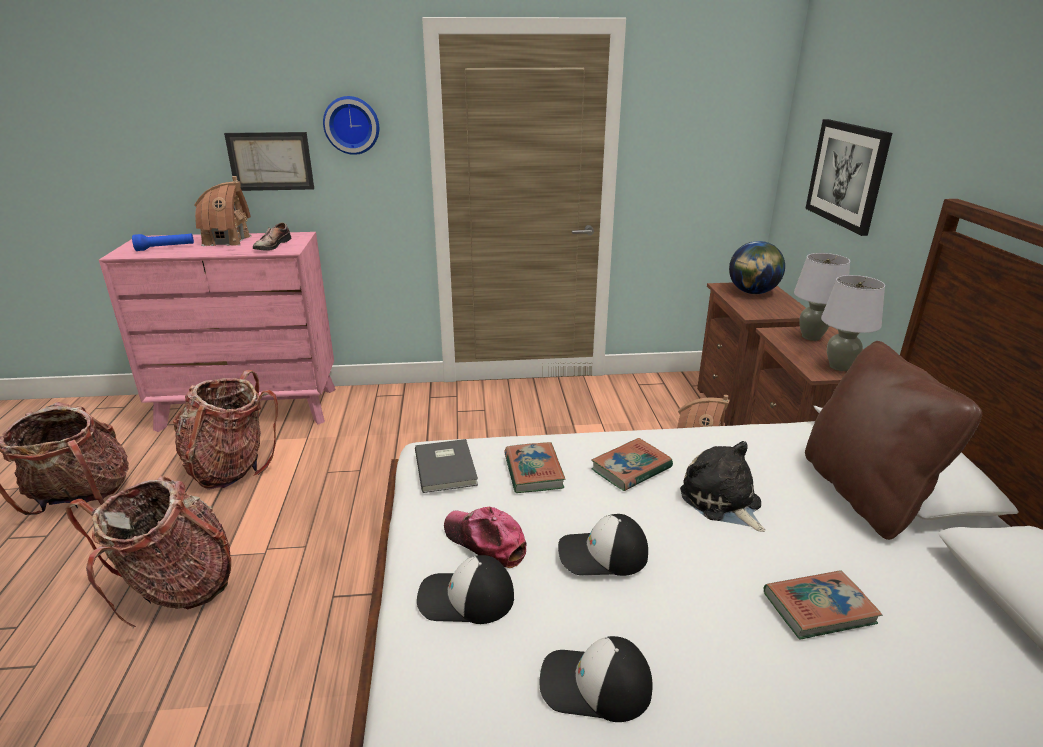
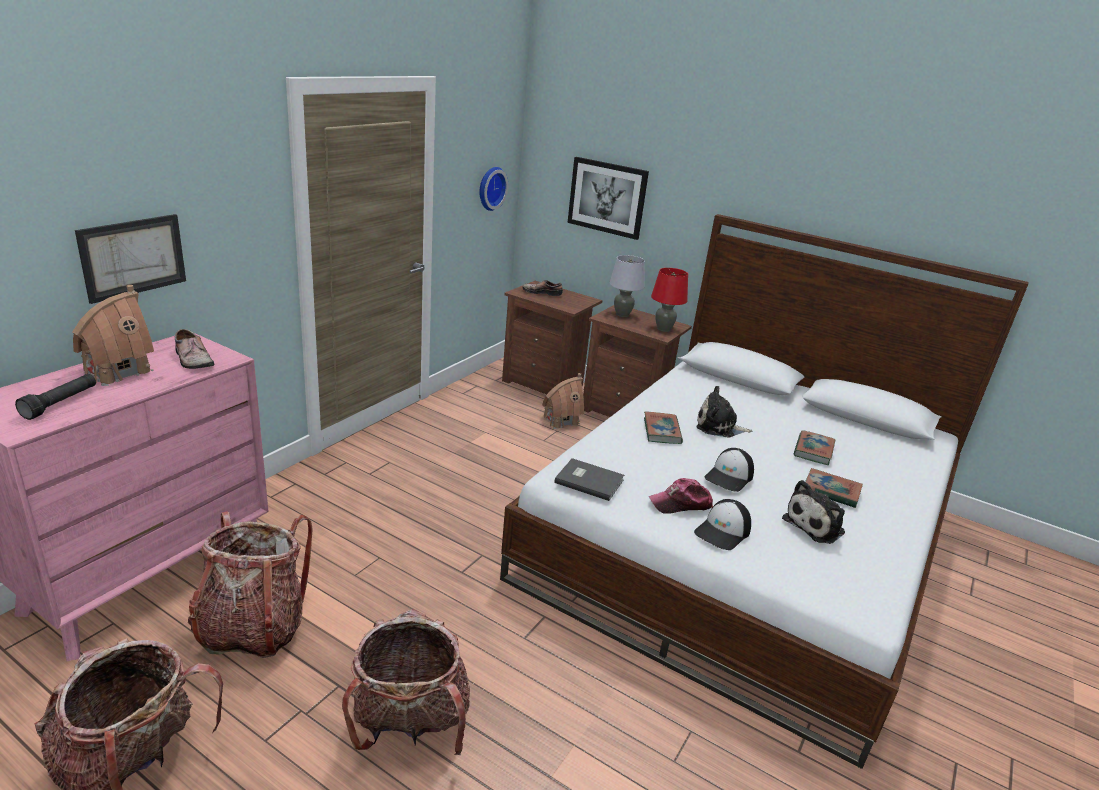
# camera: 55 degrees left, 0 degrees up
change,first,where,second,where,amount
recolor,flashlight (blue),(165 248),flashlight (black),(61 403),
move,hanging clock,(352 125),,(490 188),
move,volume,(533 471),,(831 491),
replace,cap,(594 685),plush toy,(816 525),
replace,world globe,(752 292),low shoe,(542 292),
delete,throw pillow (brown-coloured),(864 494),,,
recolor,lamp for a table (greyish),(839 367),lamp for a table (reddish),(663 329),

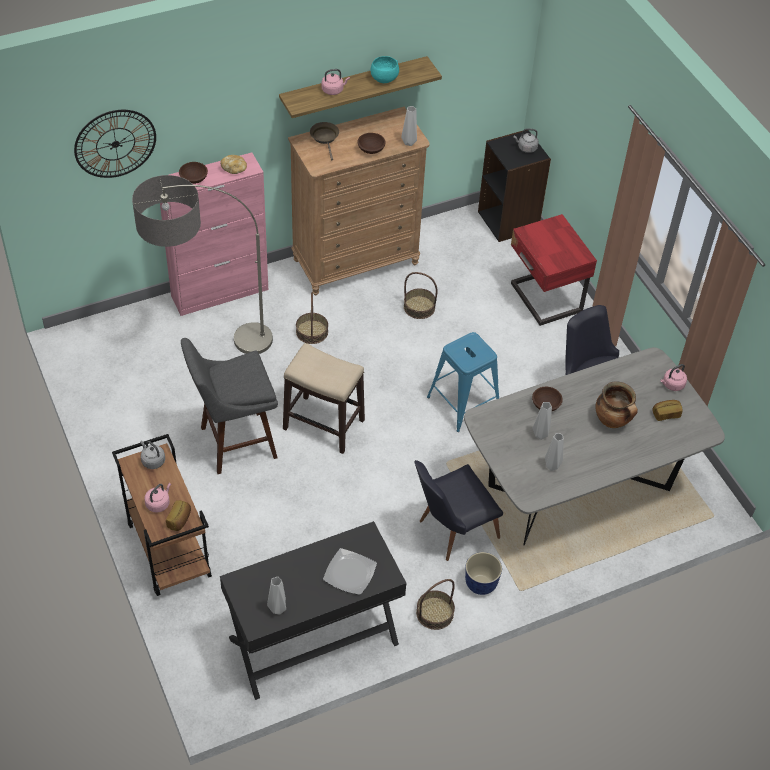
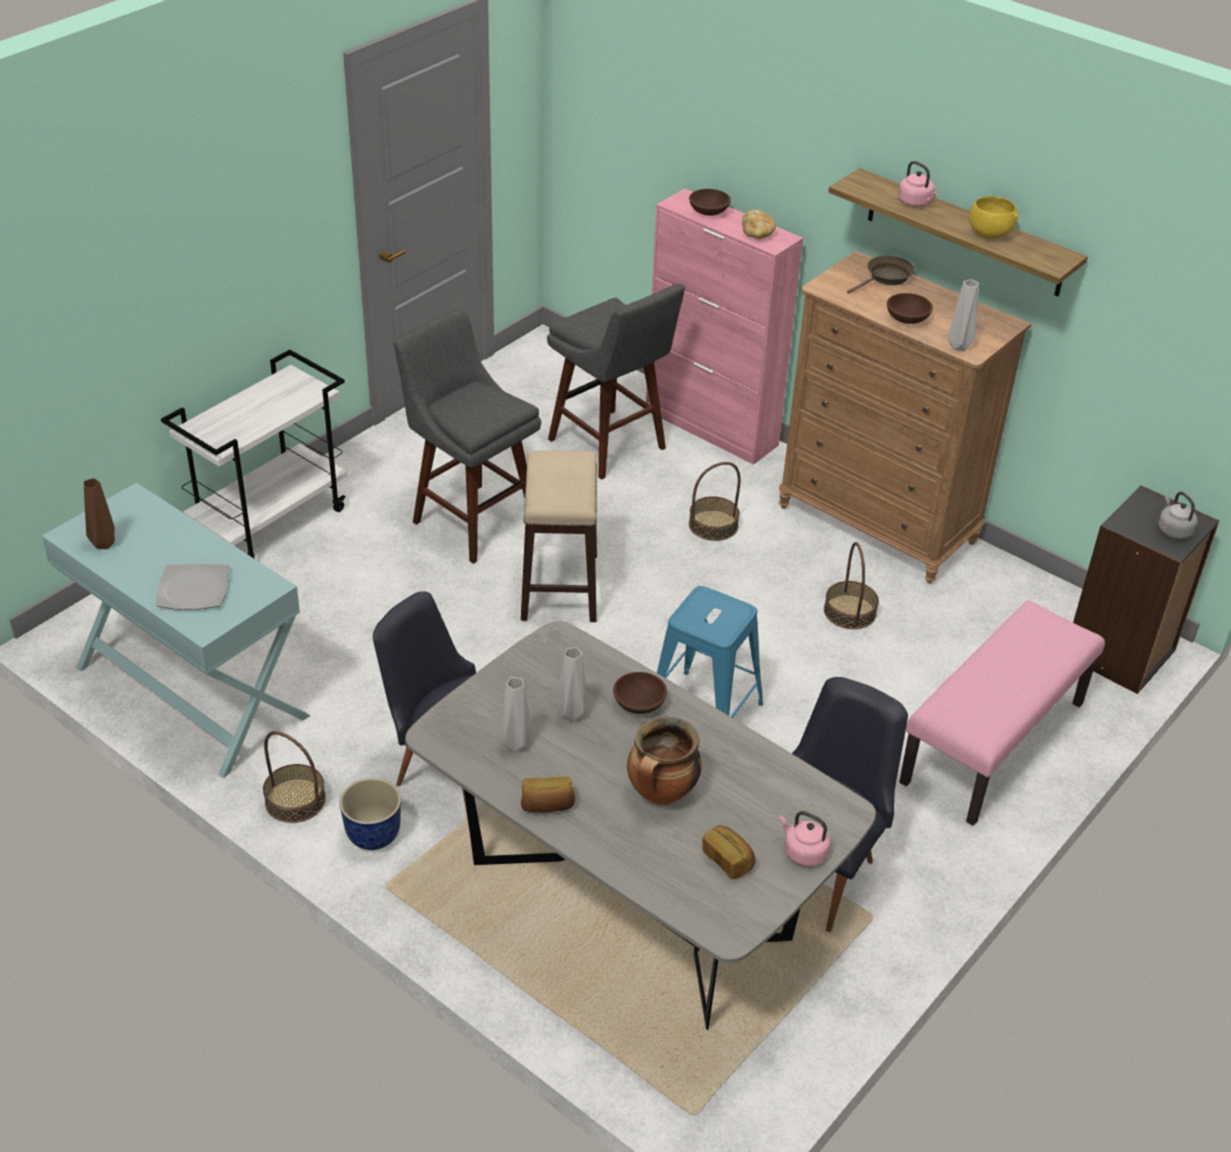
# camera: 65 degrees right, 10 degrees down
change,first,where,second,where,amount
delete,hanging clock,(115 144),,,
recolor,wheeled cart (brown-coloured),(168 550),wheeled cart (white),(270 521),
replace,floor lamp,(206 347),stool (greyish),(610 447),
delete,kettle (greyish),(152 460),,,
delete,kettle (pinkish),(158 503),,,
move,bread,(180 520),,(547 805),
recolor,narrow table (black),(313 641),narrow table (turquoise-coloured),(190 692),
recolor,decorative vase (greyish),(277 610),decorative vase (brown-coloured),(102 544),
recolor,deep dish (turquoise-coloured),(383 79),deep dish (yellowish),(988 234),
replace,night table (reddish),(544 299),indoor bench (pinkish),(994 744),

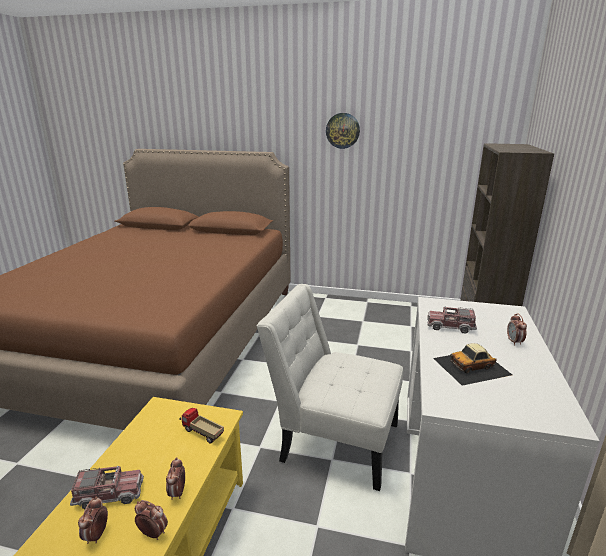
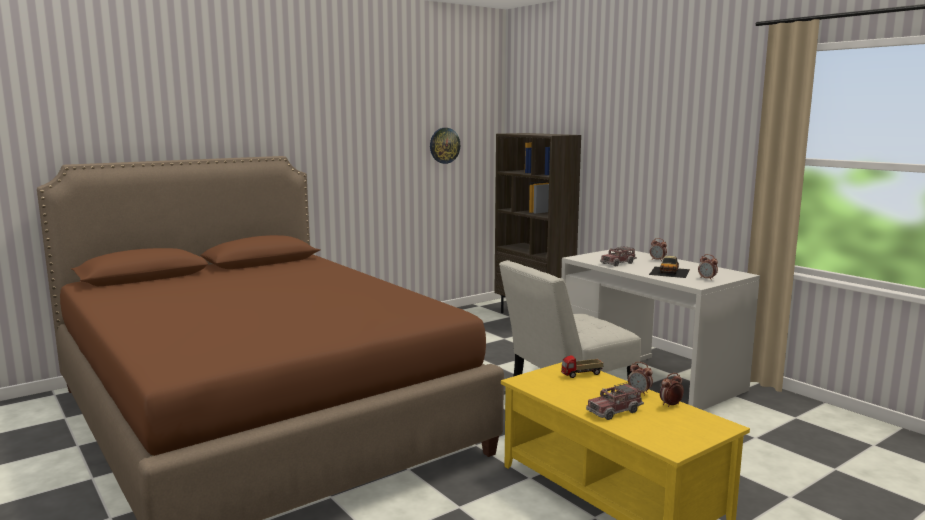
# camera: 50 degrees left, 10 degrees down
change,first,where,second,where,amount
rotate,toy truck,(109 494),,(614 411),150 degrees counterclockwise
move,alarm clock,(96 535),,(707 279),
move,hanging clock,(342 130),,(444 145),

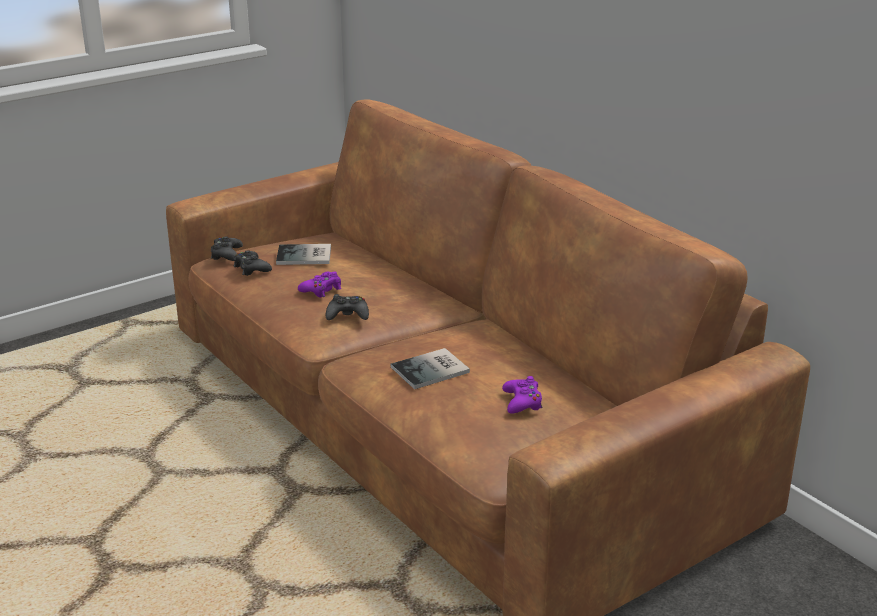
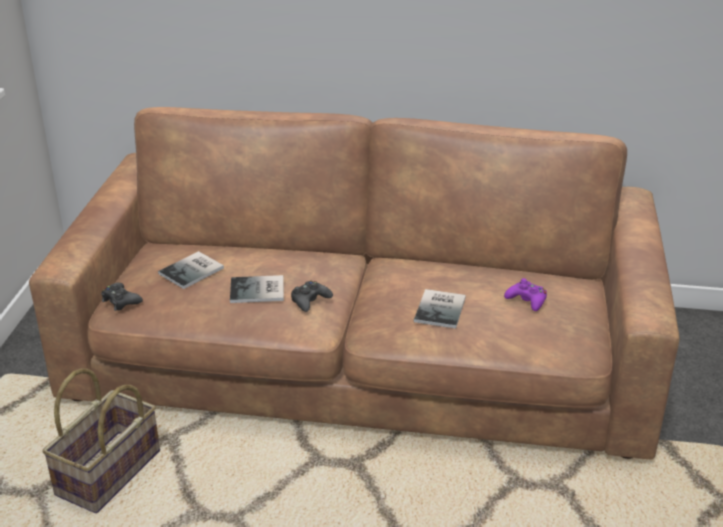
# camera: 45 degrees left, 5 degrees up
change,first,where,second,where,amount
delete,gamepad (black),(251 268),,,
replace,gamepad (purple),(322 290),volume,(258 291),
insert,,,storage basket,(109 474),

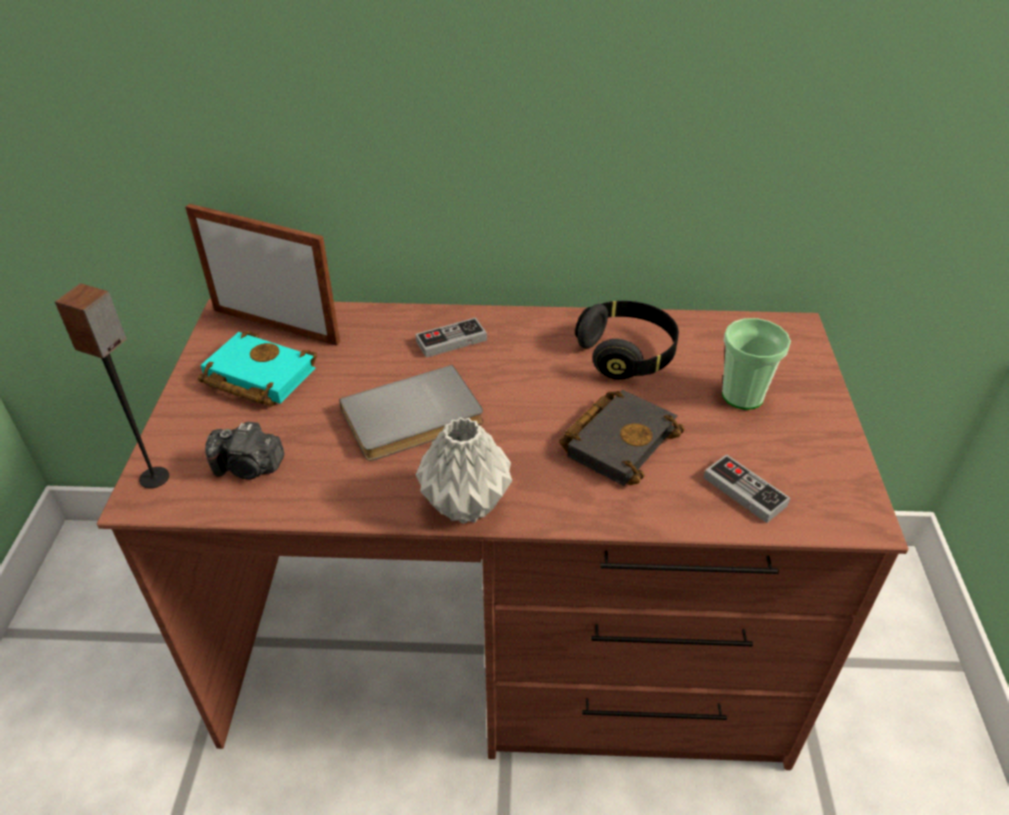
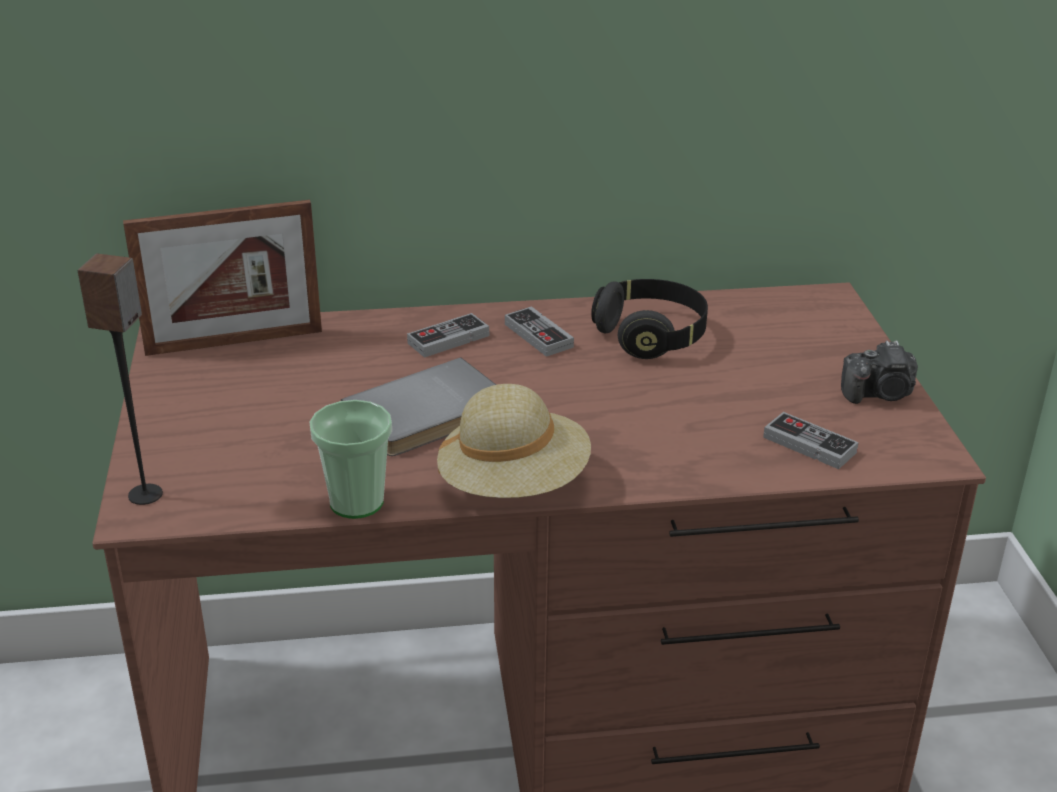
# camera: 10 degrees left, 10 degrees down
change,first,where,second,where,amount
rotate,picture frame,(275 326),,(234 341),150 degrees clockwise
delete,volume (turquoise-coloured),(255 376),,,
move,photo camera,(249 467),,(879 394),
replace,decorative vase (greyish),(466 504),clothing hat (sand-coloured),(514 484),
delete,volume (black),(618 439),,,
move,cup,(742 396),,(356 502),
insert,,,gamepad,(538 335),

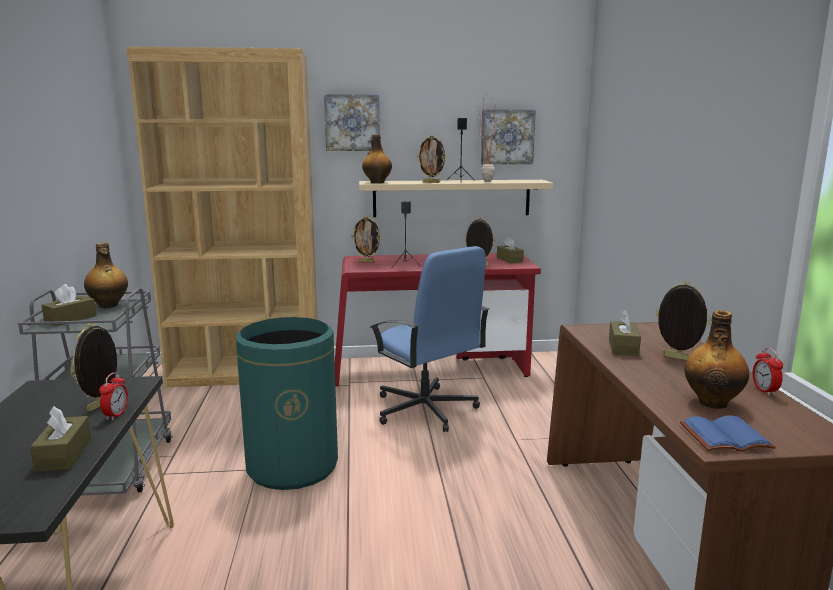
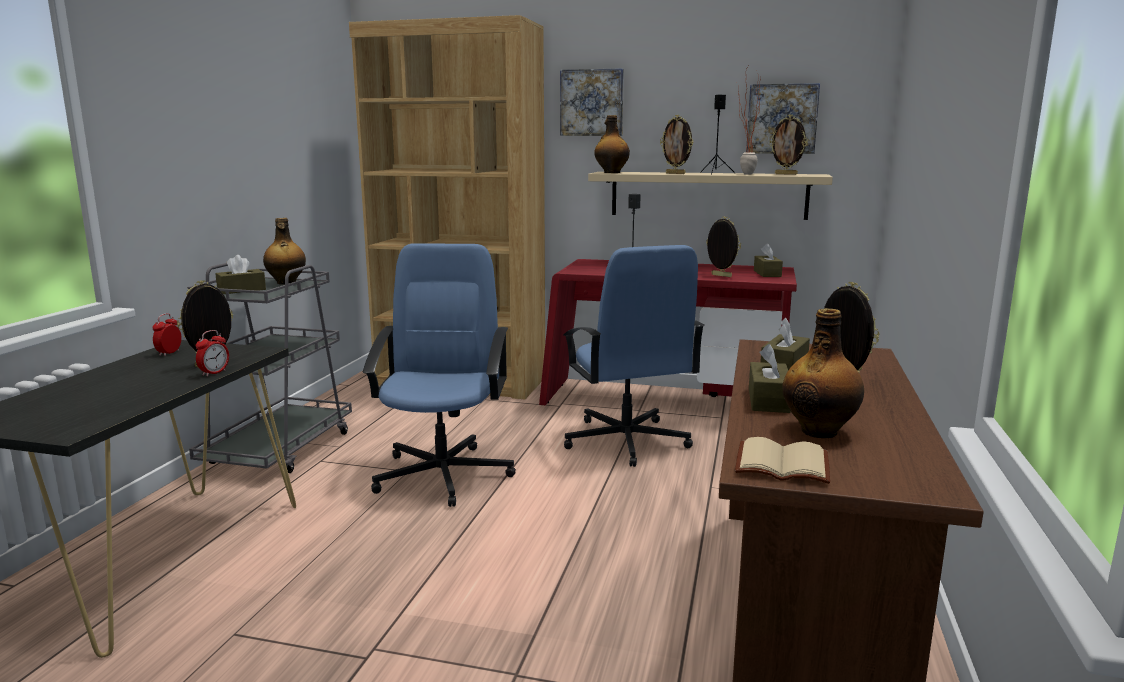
# camera: 20 degrees right, 0 degrees up
change,first,where,second,where,amount
move,tissue holder (brown-coloured),(64 455),,(768 400),
replace,trash can (green-coloured),(292 466),computer chair (blue),(444 474),
move,picture frame,(367 262),,(786 174),
recolor,volume (blue),(725 436),volume (sand-coloured),(783 464),
move,alarm clock,(764 391),,(169 353),

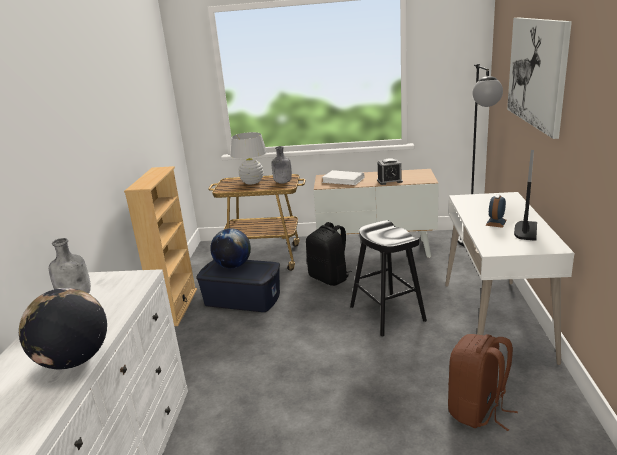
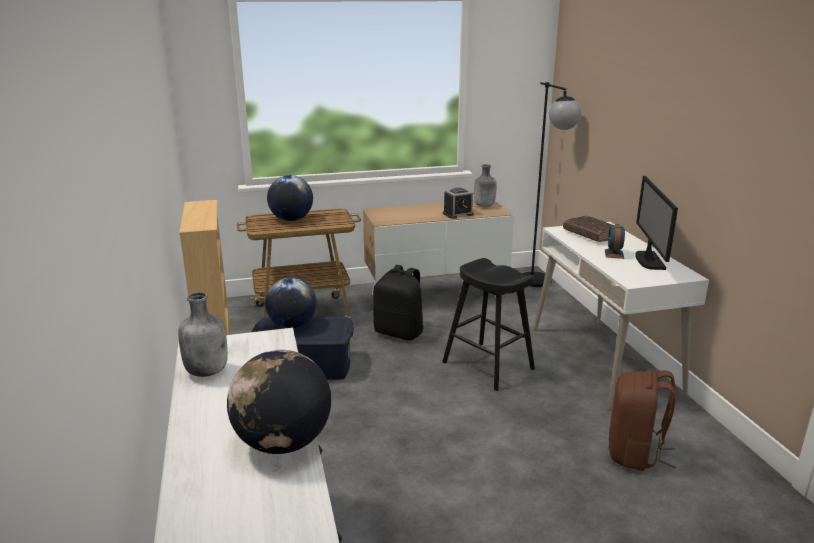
# camera: 20 degrees left, 0 degrees up
change,first,where,second,where,amount
replace,lamp for a table (white),(252 182),world globe,(291 219),
move,bottle (greyish),(282 182),,(484 206),
delete,volume (white),(343 180),,,
delete,wall art,(536 72),,,
insert,,,volume (brown-coloured),(591 234),

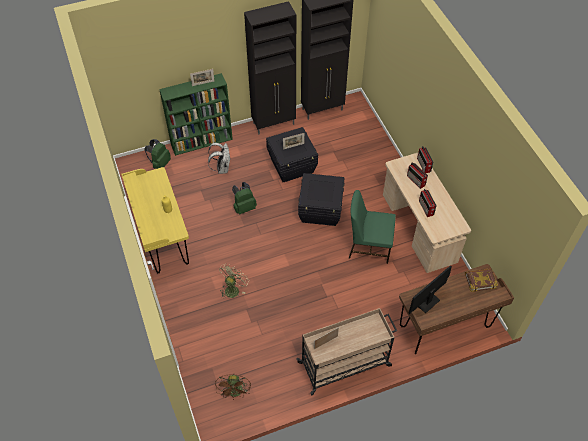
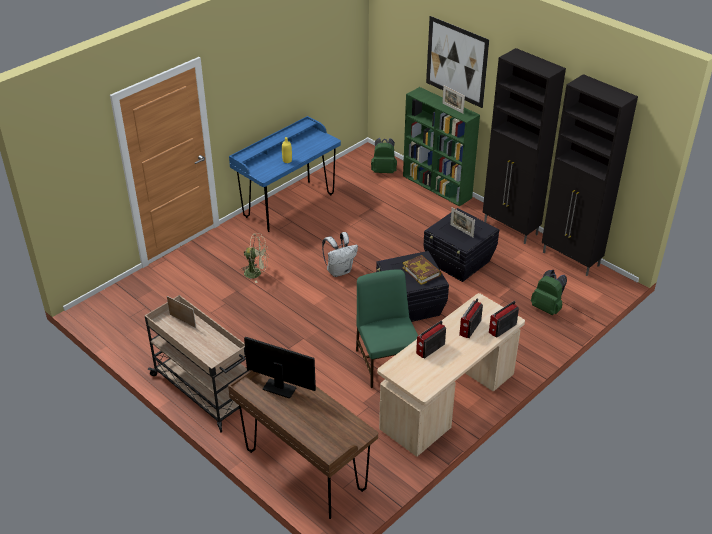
# camera: 65 degrees right, 15 degrees down
change,first,where,second,where,amount
recolor,desk unit (yellowish),(163 239),desk unit (blue),(289 205),
move,backpack (white),(222 168),,(339 271),
delete,fan (brown-coloured),(235 393),,,
move,backpack (green-coloured),(244 207),,(547 308),
move,volume,(480 280),,(421 271),
insert,,,wall art,(456 61),

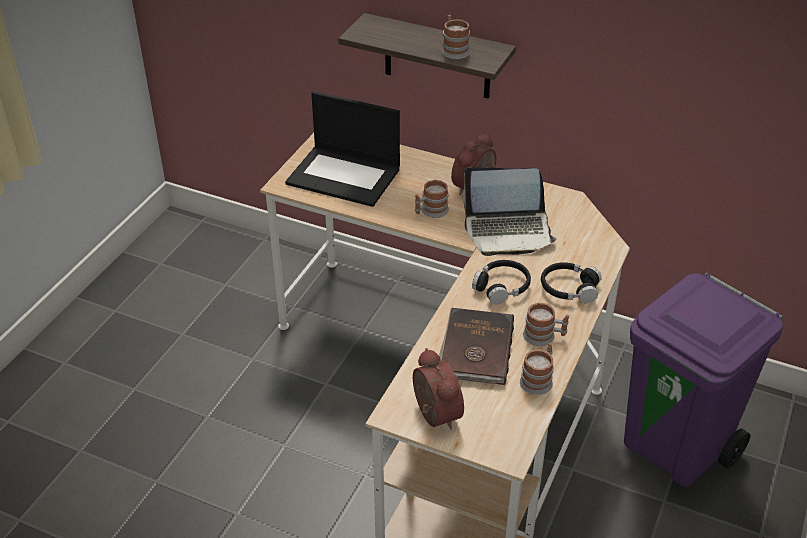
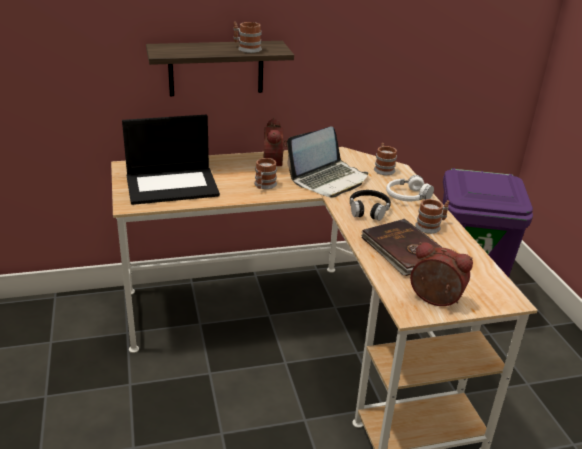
# camera: 40 degrees left, 10 degrees down
change,first,where,second,where,amount
move,tea mug,(538 379),,(383 169),
recolor,headphones (black),(569 289),headphones (white),(407 196),

